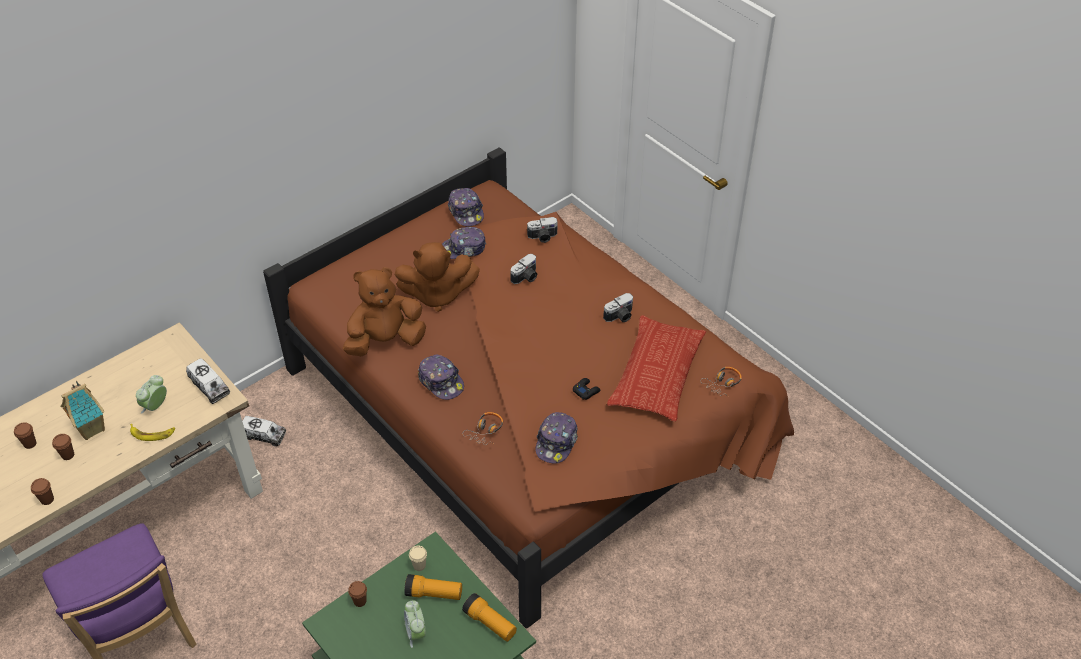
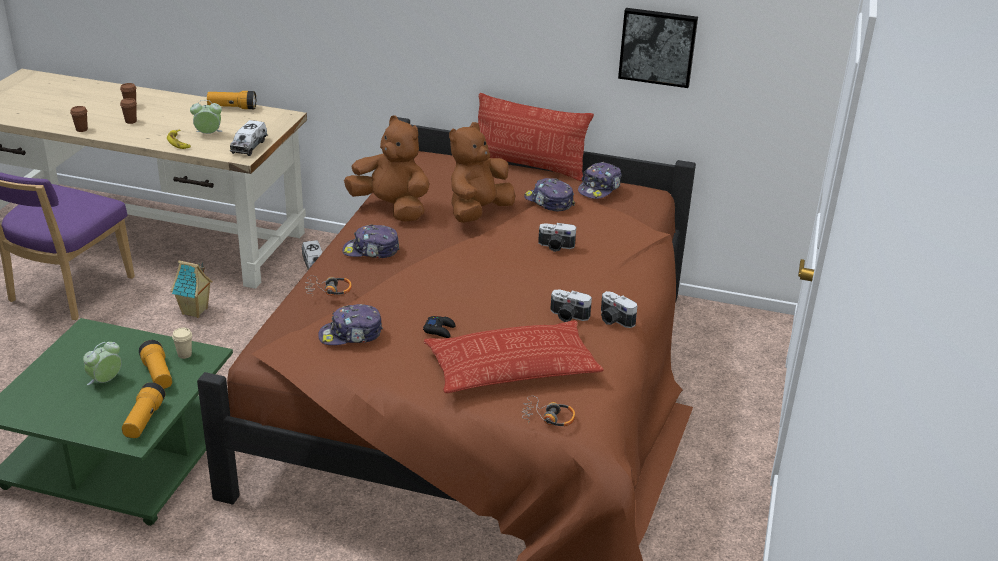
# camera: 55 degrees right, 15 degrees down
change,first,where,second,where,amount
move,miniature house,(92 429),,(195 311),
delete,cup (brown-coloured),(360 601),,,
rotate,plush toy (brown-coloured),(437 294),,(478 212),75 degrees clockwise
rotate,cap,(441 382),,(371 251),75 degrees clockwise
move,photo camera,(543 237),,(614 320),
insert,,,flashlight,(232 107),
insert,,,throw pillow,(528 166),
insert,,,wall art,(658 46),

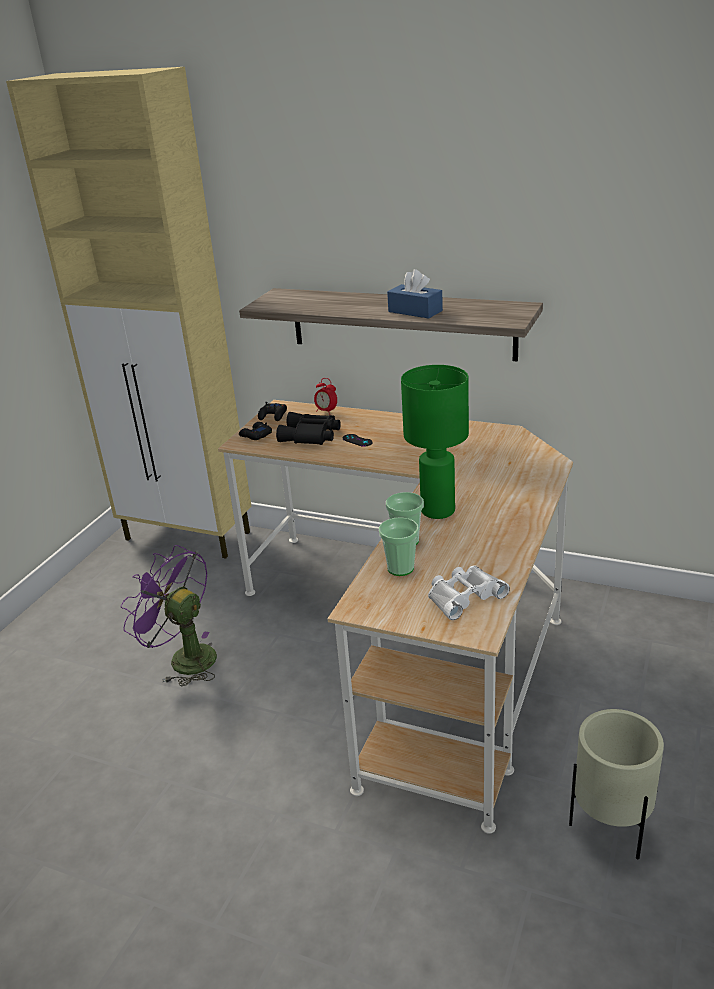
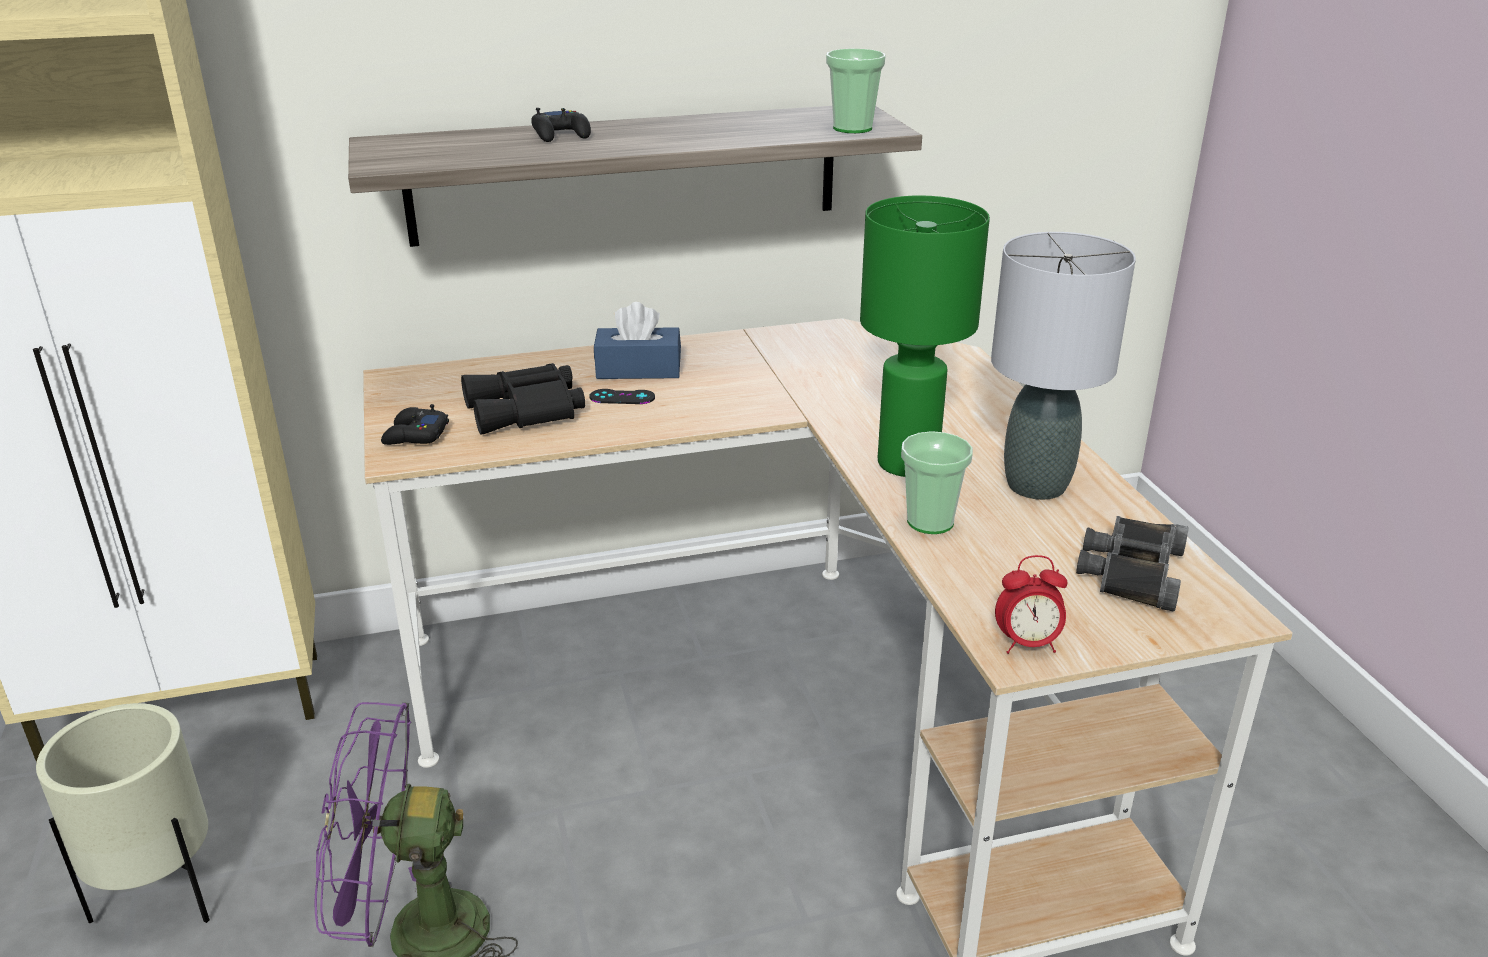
# camera: 40 degrees left, 0 degrees up
change,first,where,second,where,amount
move,gamepad (black),(273 415),,(561 134),
move,alarm clock,(326 411),,(1027 644),
move,cup,(400 568),,(852 128),
move,tissue holder (blue),(415 311),,(638 369),
recolor,binoculars (white),(463 596),binoculars (black),(1131 571),
move,flower pot (sand-coloured),(610 828),,(162 898),
insert,,,lamp for a table (greyish),(1035 485),

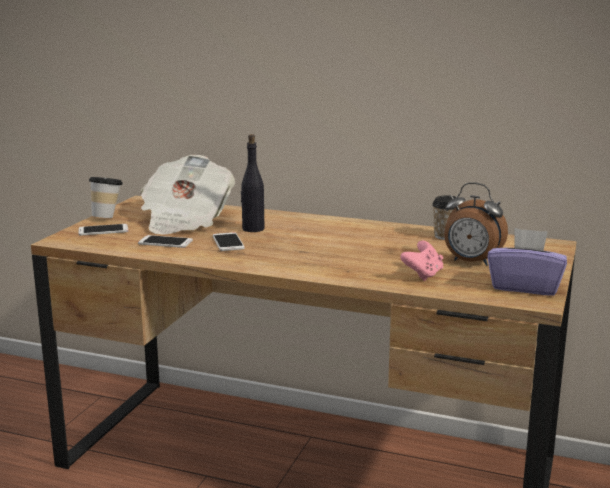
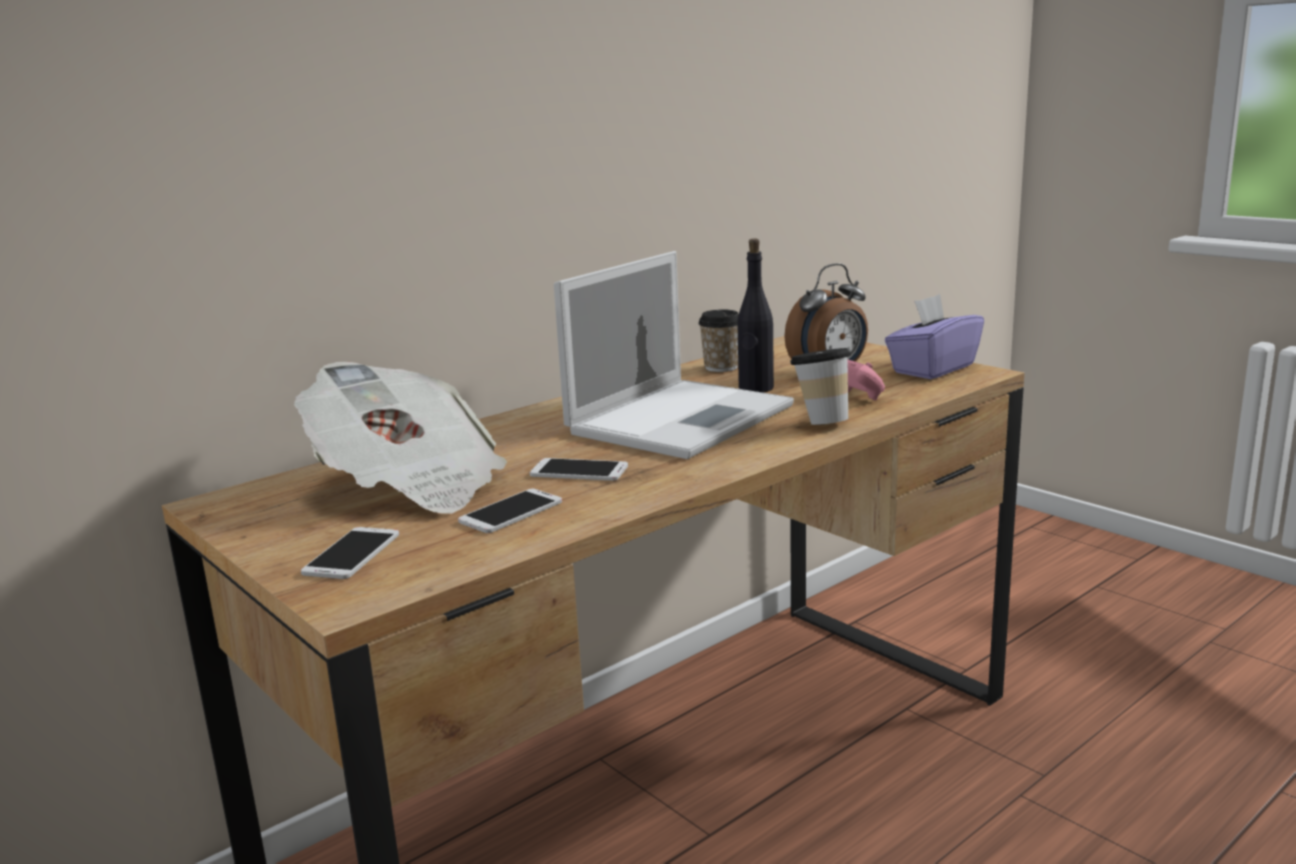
# camera: 60 degrees left, 0 degrees up
change,first,where,second,where,amount
move,cup,(107 217),,(821 422),
move,bottle (black),(253 229),,(755 388),
insert,,,laptop,(683 418),

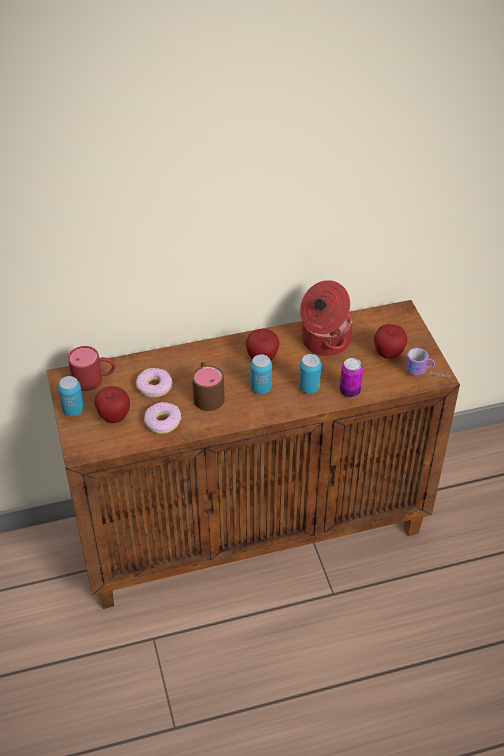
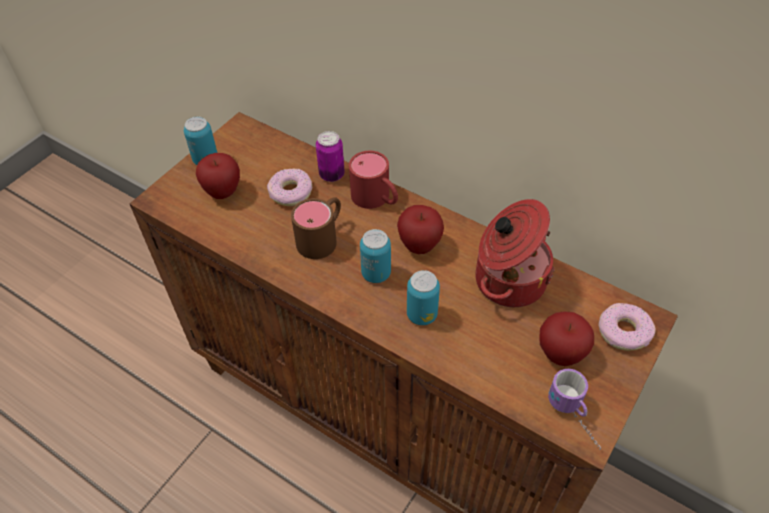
# camera: 50 degrees right, 5 degrees up
change,first,where,second,where,amount
move,tea mug (reddish),(94 379),,(376 199),
move,donut,(162 422),,(623 331),
move,metal can,(349 391),,(332 175),

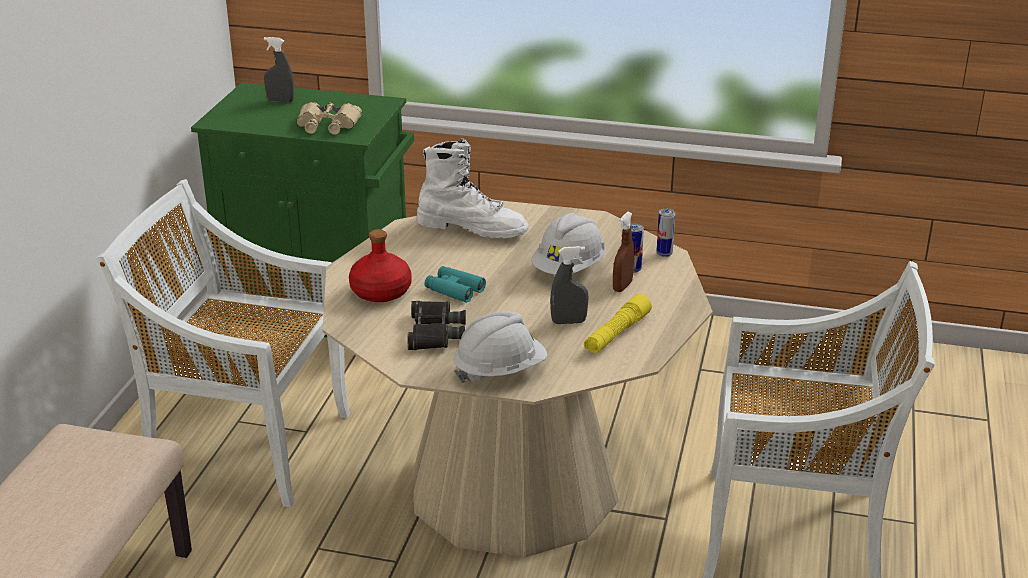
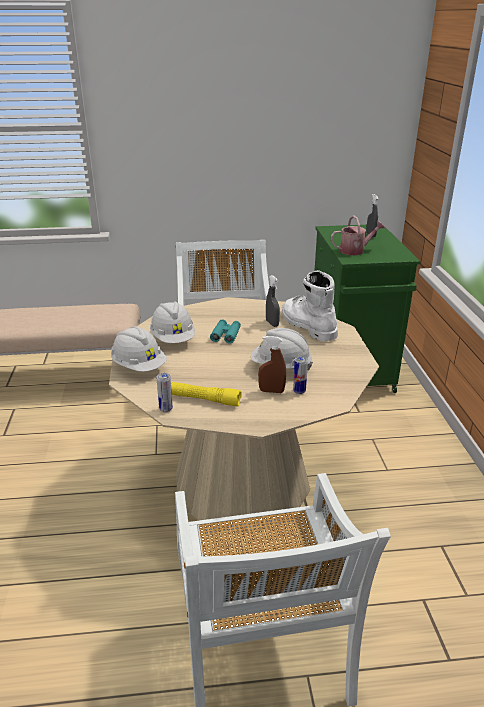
# camera: 70 degrees right, 0 degrees up
change,first,where,second,where,amount
replace,binoculars (sand-coloured),(328 125),watering pot,(355 250),
delete,bottle (reddish),(380 292),,,
replace,binoculars (black),(434 332),work helmet (white),(173 338),
rotate,high-top boot (white),(473 228),,(307 325),150 degrees clockwise
move,spray bottle (greyish),(568 322),,(272 323),
move,metal can,(664 254),,(166 409),

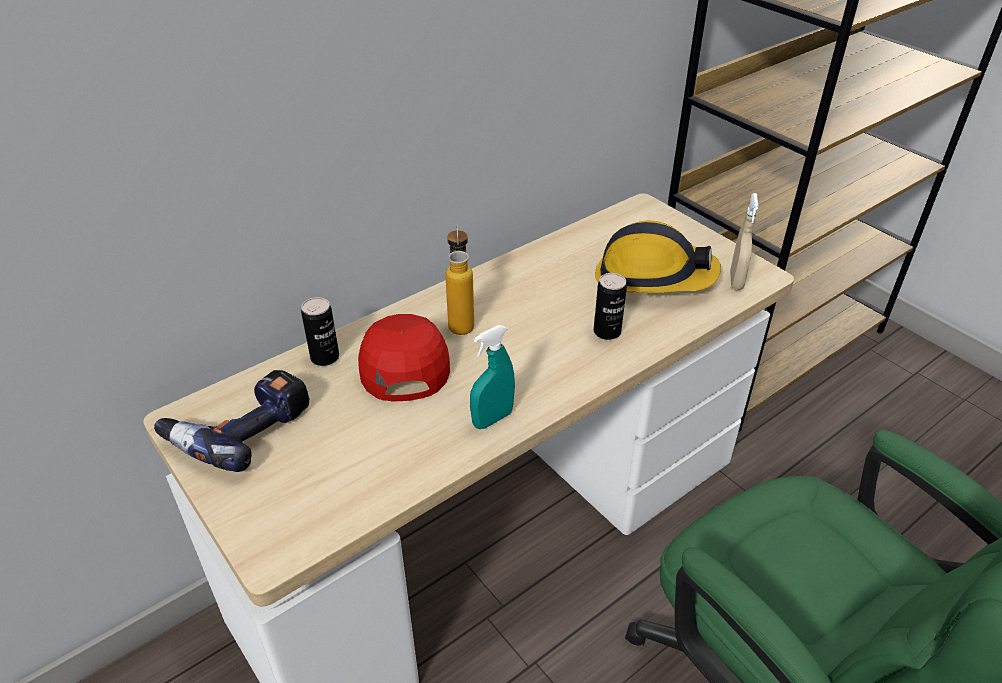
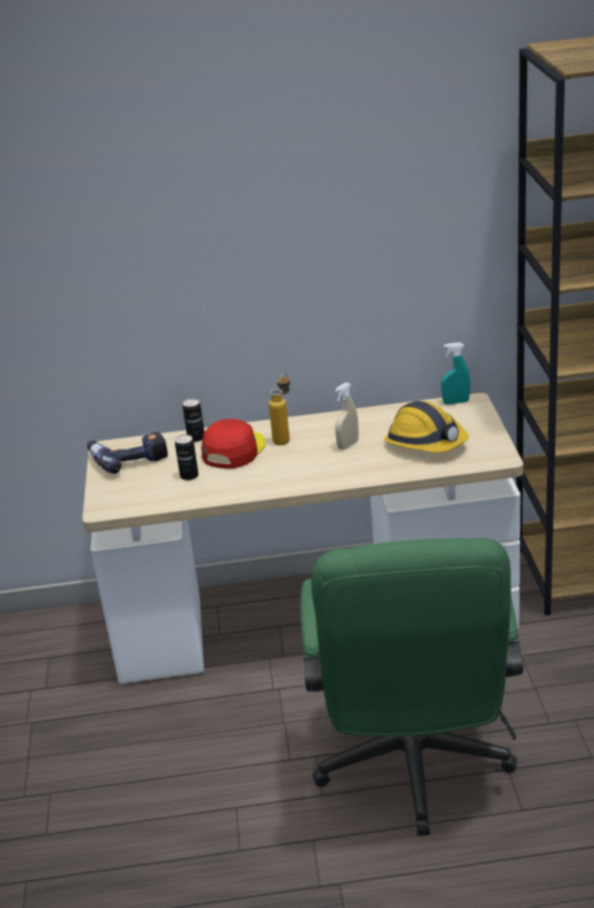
# camera: 35 degrees right, 10 degrees down
change,first,where,second,where,amount
move,spray bottle (turquoise-coloured),(492 419),,(456 402),
move,metal can,(607 332),,(189 476),
move,spray bottle (sand-coloured),(736 281),,(348 445),

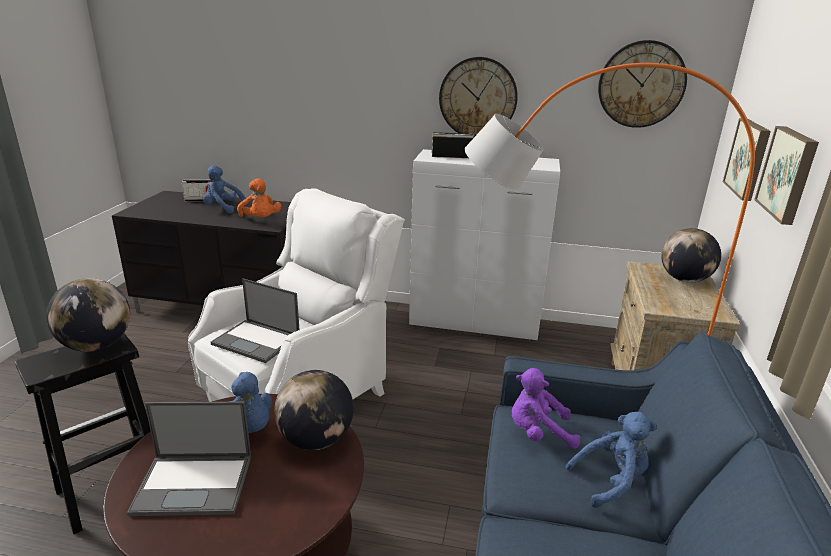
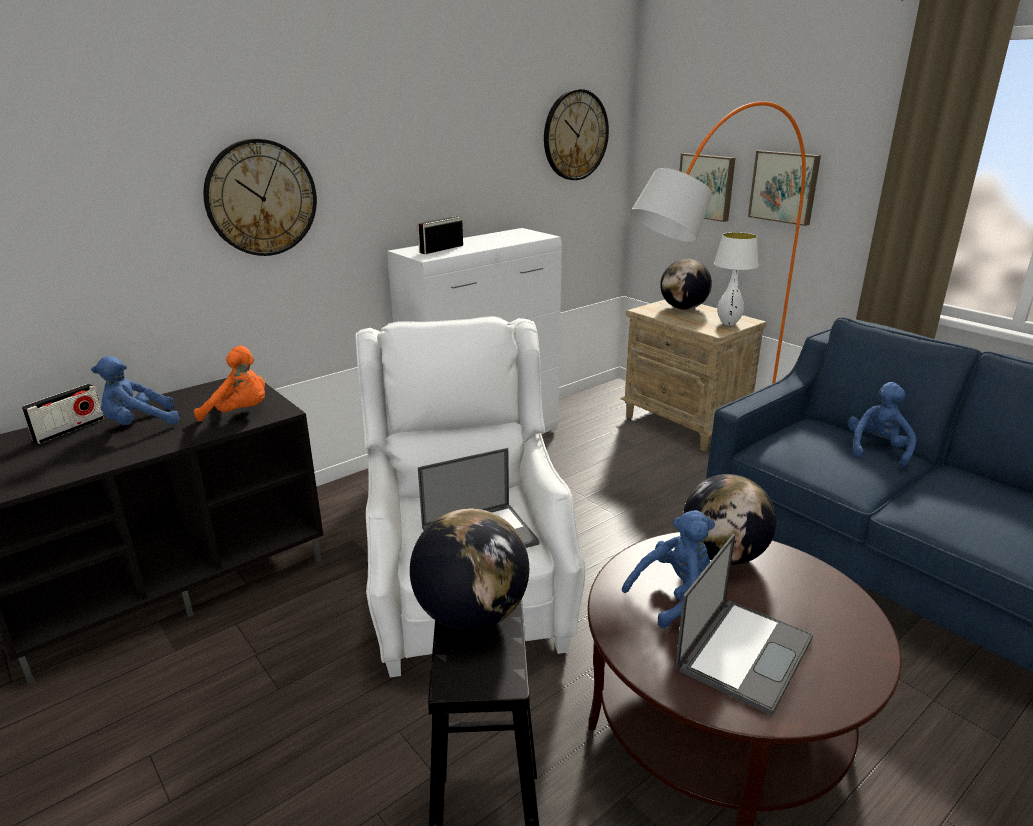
# camera: 50 degrees left, 0 degrees up
change,first,where,second,where,amount
move,hanging clock,(478 98),,(261 198),
delete,plush toy (purple),(538 433),,,
insert,,,lamp for a table (white),(728 323),

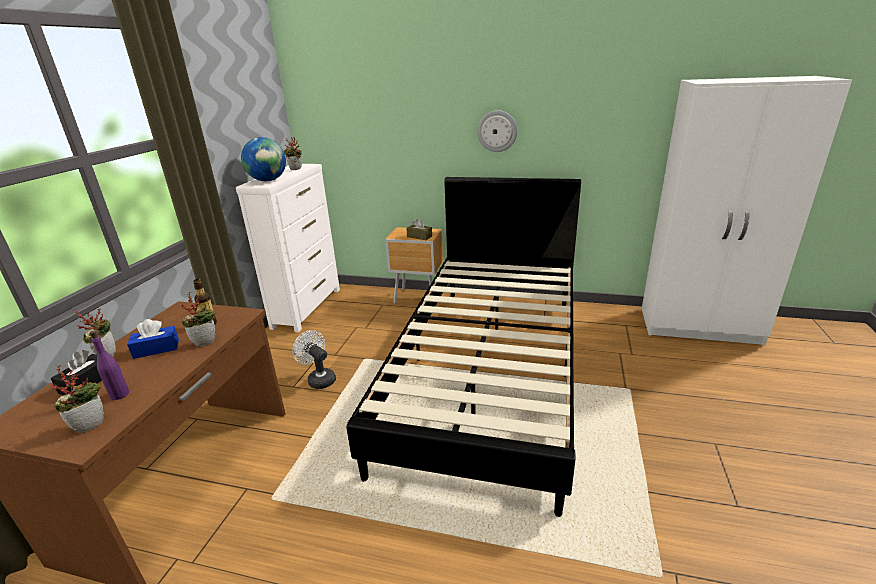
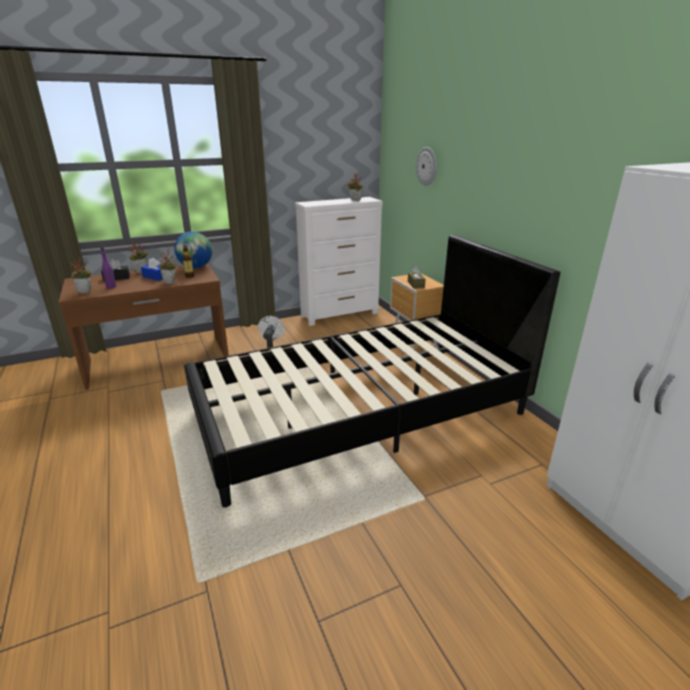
# camera: 50 degrees right, 0 degrees up
change,first,where,second,where,amount
move,world globe,(268 180),,(196 267),
move,hanging clock,(497 131),,(427 166),

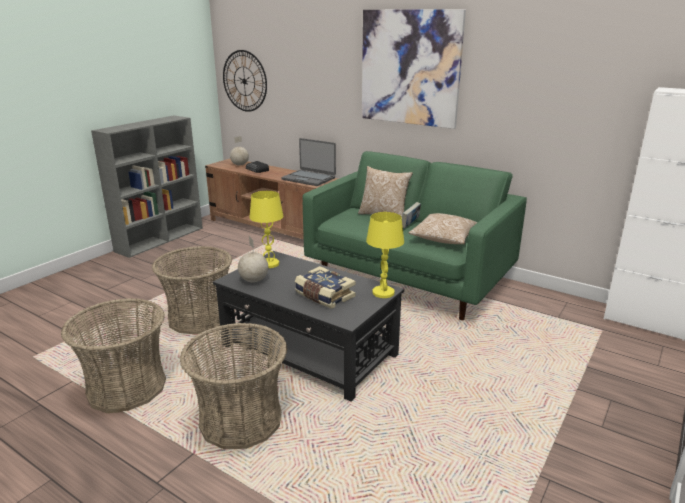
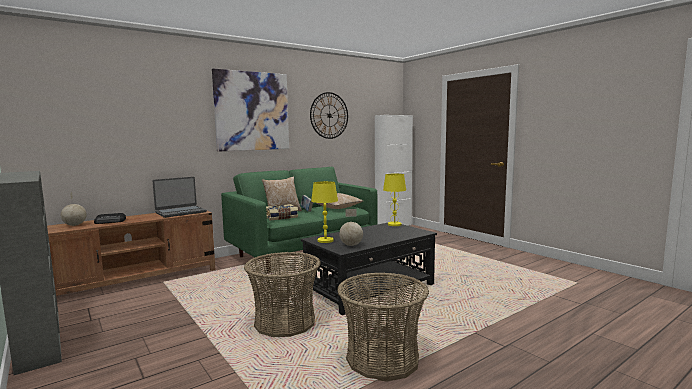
# camera: 70 degrees left, 15 degrees down
change,first,where,second,where,amount
delete,storage basket,(241 421),,,
move,hanging clock,(244 81),,(329 115),
move,volume,(324 296),,(281 218),

